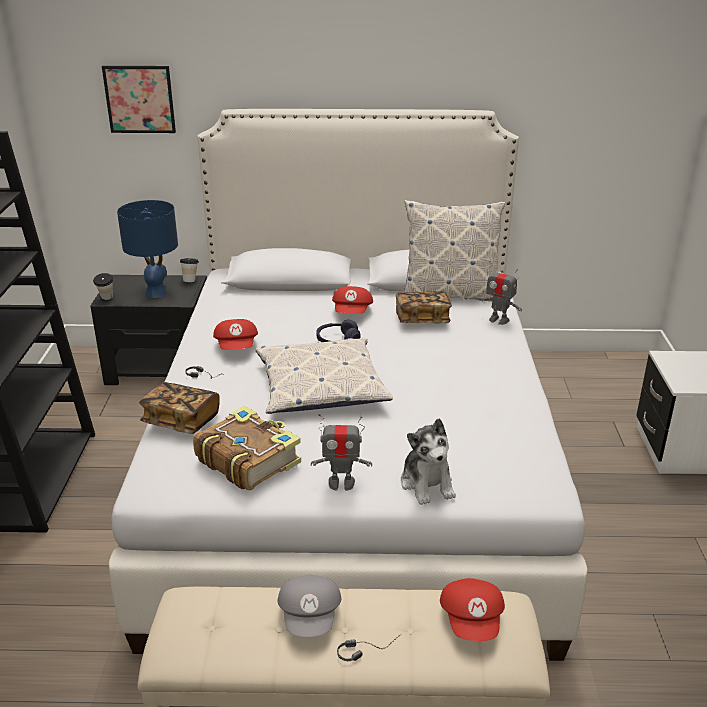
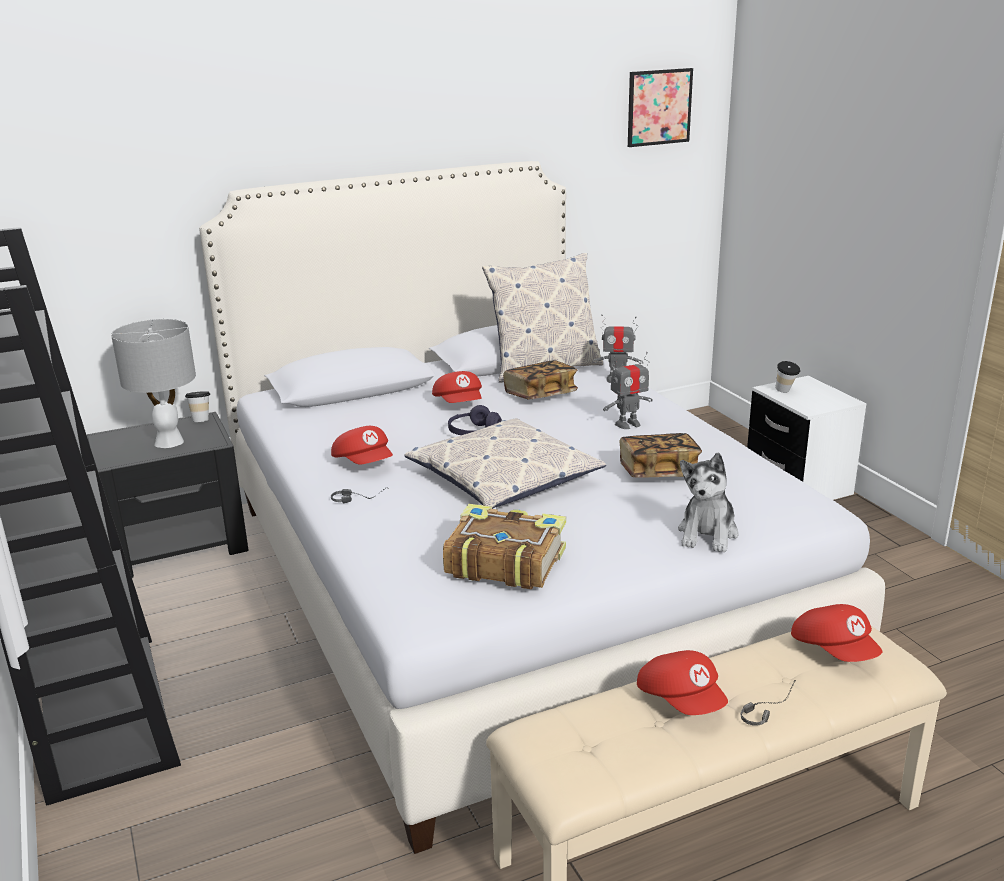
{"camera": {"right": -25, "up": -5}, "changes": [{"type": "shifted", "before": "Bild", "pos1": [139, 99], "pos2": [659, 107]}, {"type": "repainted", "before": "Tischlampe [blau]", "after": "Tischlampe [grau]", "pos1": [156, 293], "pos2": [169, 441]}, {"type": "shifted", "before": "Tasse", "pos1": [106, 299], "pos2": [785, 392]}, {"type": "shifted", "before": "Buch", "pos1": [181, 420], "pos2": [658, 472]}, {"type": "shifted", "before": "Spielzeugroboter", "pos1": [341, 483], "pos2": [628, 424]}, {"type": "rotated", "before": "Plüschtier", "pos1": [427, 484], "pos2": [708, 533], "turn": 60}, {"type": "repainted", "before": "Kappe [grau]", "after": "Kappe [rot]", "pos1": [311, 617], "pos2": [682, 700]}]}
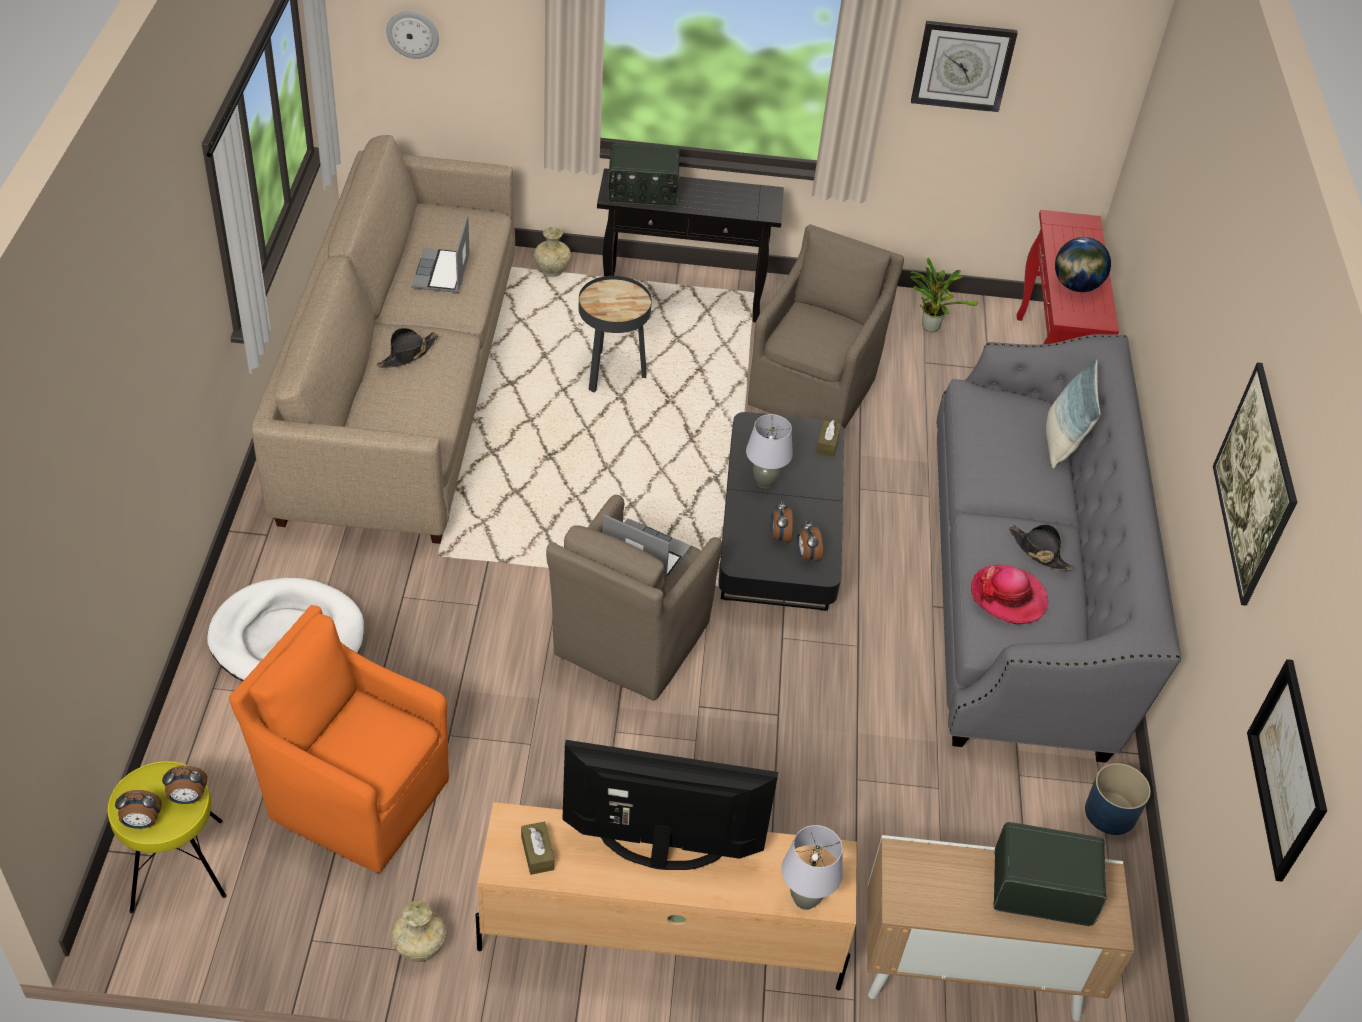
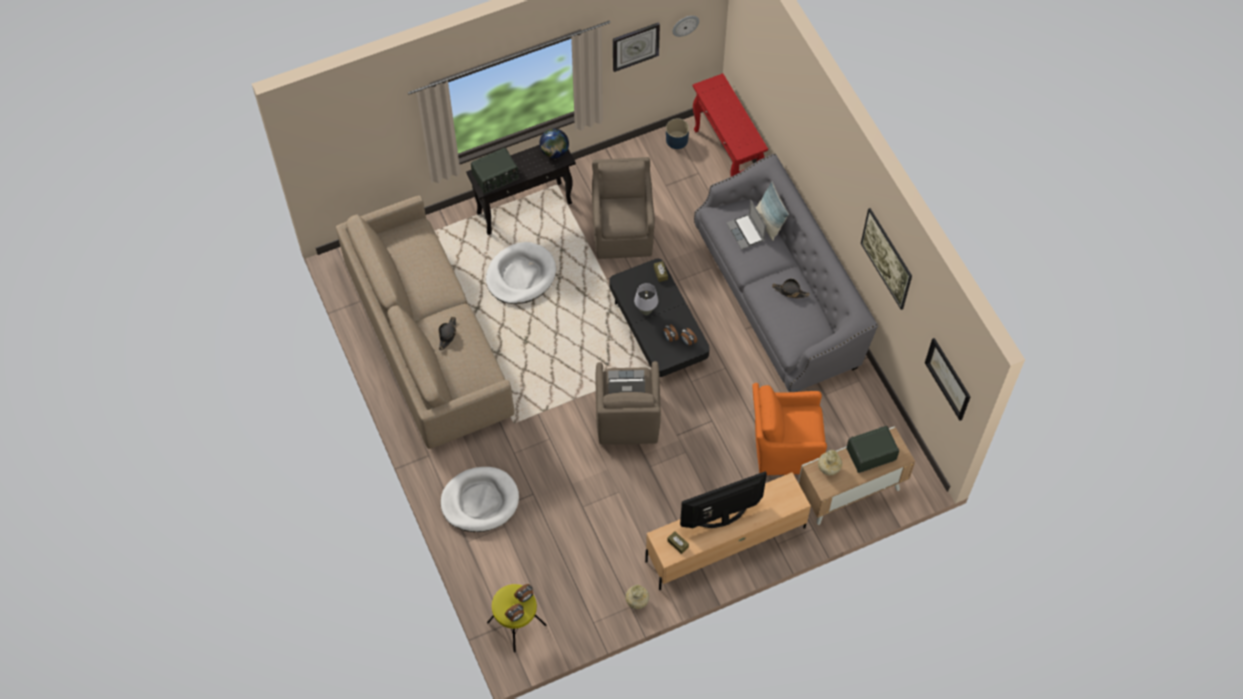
{"camera": {"right": -25, "up": 15}, "changes": [{"type": "shifted", "before": "Wanduhr", "pos1": [413, 34], "pos2": [685, 25]}, {"type": "shifted", "before": "Laptop", "pos1": [442, 273], "pos2": [746, 232]}, {"type": "shifted", "before": "Vase [beige]", "pos1": [552, 271], "pos2": [828, 469]}, {"type": "shifted", "before": "Globus", "pos1": [1076, 286], "pos2": [554, 152]}, {"type": "gone", "before": "Topfpflanze", "pos1": [929, 325]}, {"type": "swapped", "before": "Beistelltisch [schwarz]", "after": "Hundebett [weiß]", "pos1": [611, 373], "pos2": [520, 275]}, {"type": "gone", "before": "Hut", "pos1": [1008, 597]}, {"type": "shifted", "before": "Sessel [orange]", "pos1": [354, 795], "pos2": [784, 447]}, {"type": "shifted", "before": "Pflanzkübel [blau]", "pos1": [1110, 813], "pos2": [677, 140]}, {"type": "gone", "before": "Tischlampe [grau]", "pos1": [804, 900]}]}
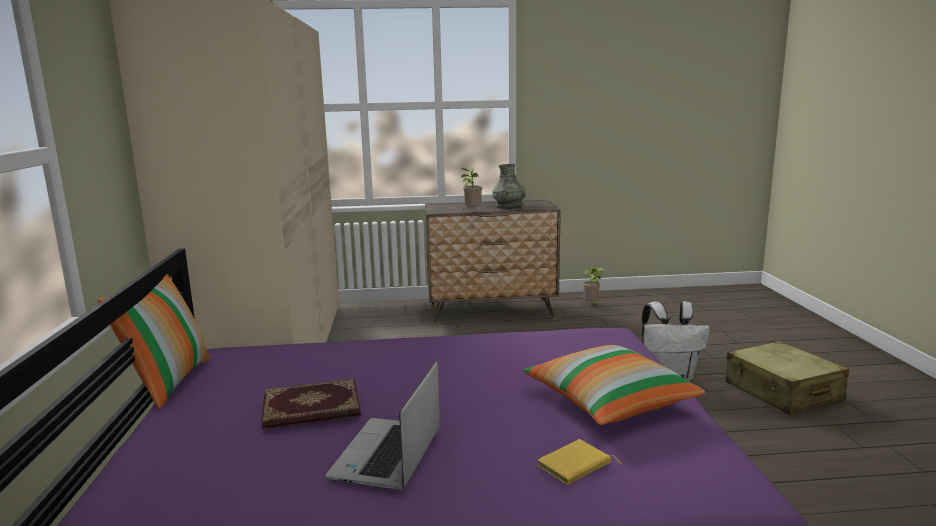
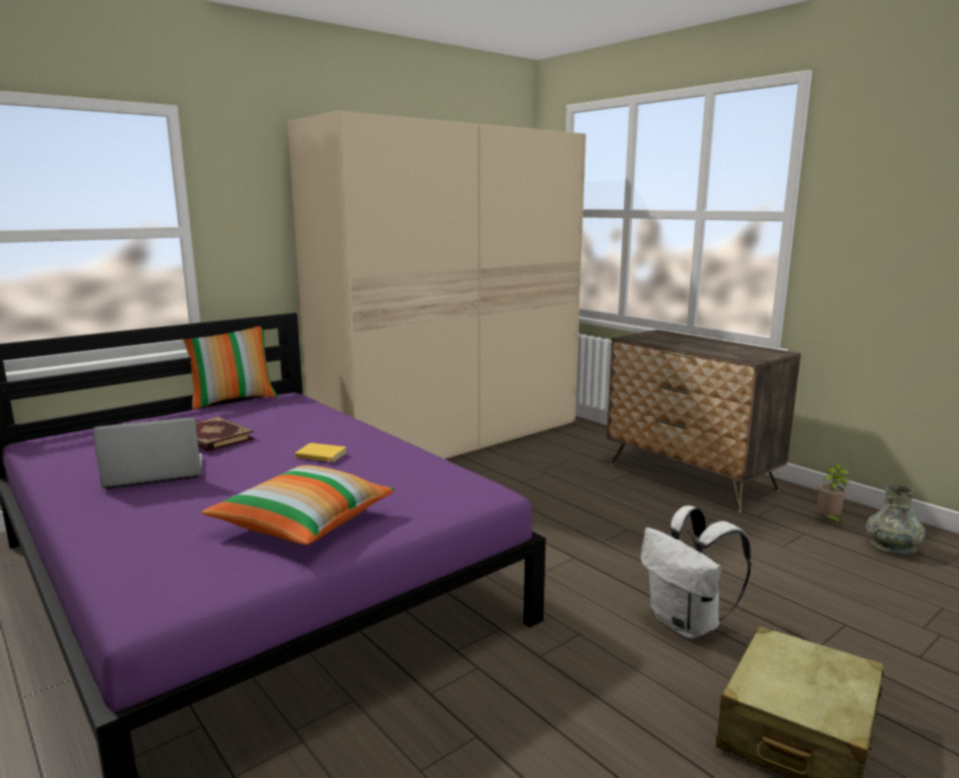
{"camera": {"right": 55, "up": 0}, "changes": [{"type": "shifted", "before": "Vase [grau]", "pos1": [509, 206], "pos2": [892, 547]}, {"type": "gone", "before": "Topfpflanze", "pos1": [472, 211]}, {"type": "shifted", "before": "Buch [gelb]", "pos1": [575, 466], "pos2": [320, 456]}]}
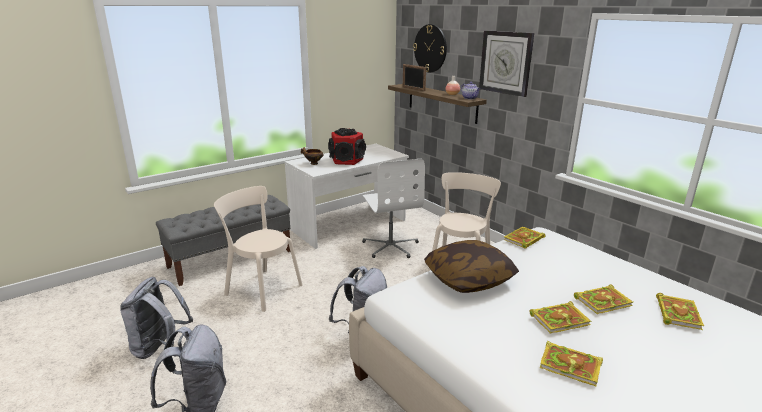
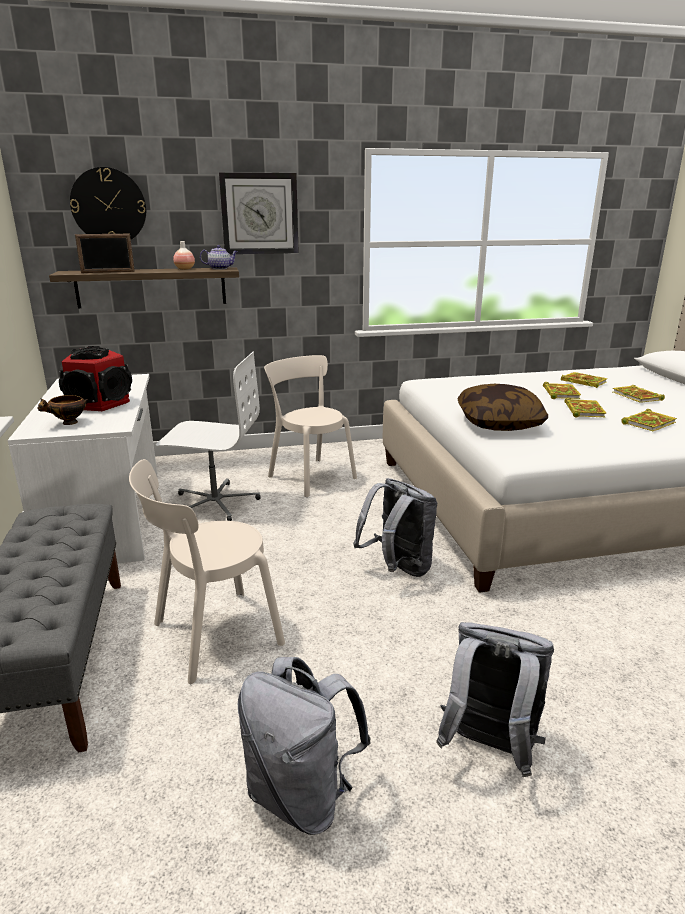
{"camera": {"right": -65, "up": 0}, "changes": [{"type": "shifted", "before": "Buch", "pos1": [523, 240], "pos2": [638, 397]}]}
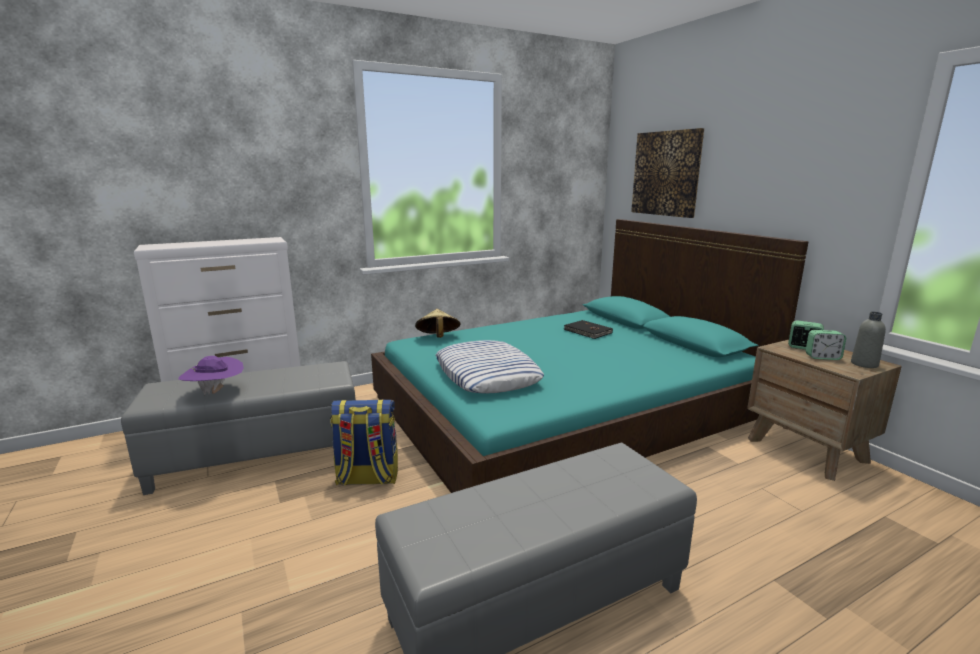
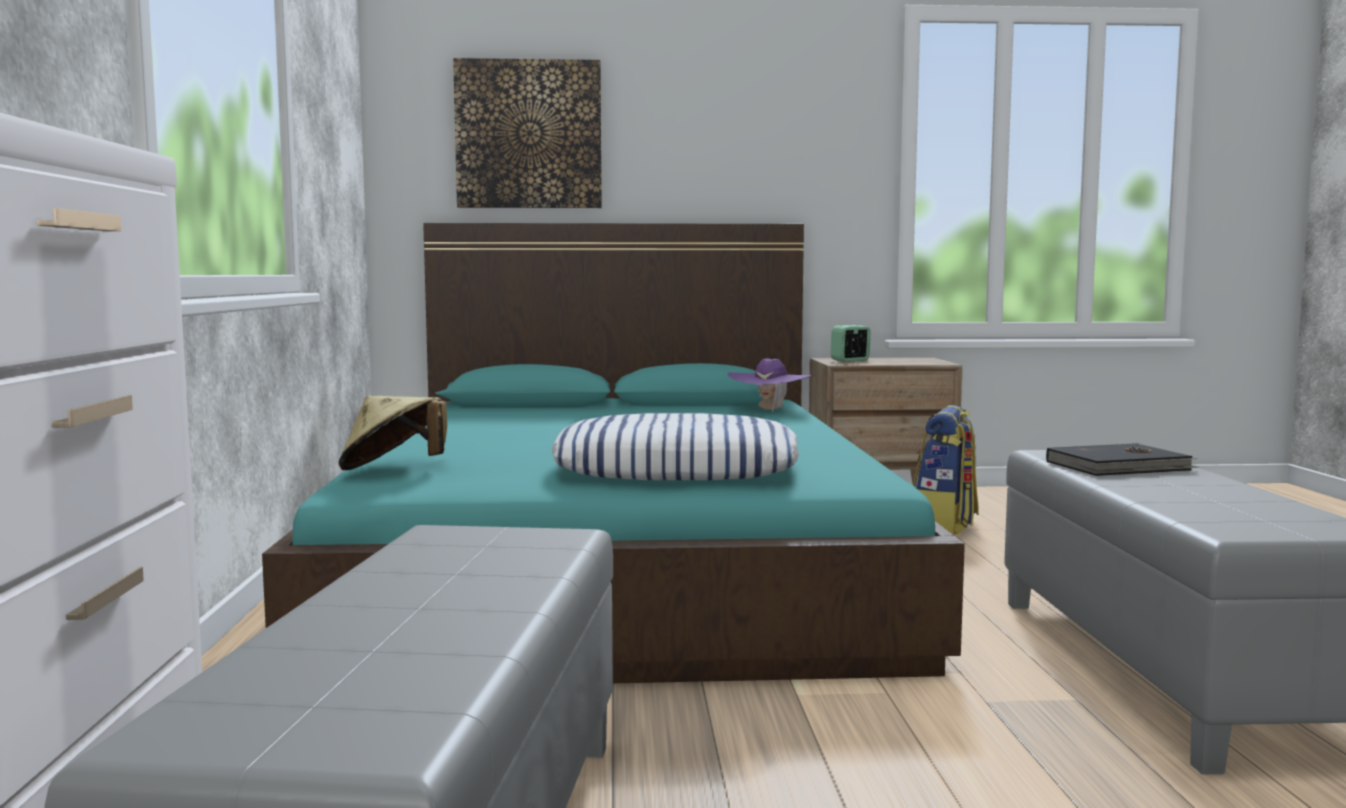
{"camera": {"right": -65, "up": -10}, "changes": [{"type": "gone", "before": "Flasche [grau]", "pos1": [864, 364]}, {"type": "shifted", "before": "Buch [schwarz]", "pos1": [587, 331], "pos2": [1120, 466]}, {"type": "gone", "before": "Wecker", "pos1": [822, 357]}, {"type": "shifted", "before": "Hut [lila]", "pos1": [216, 393], "pos2": [769, 410]}, {"type": "shifted", "before": "Rucksack", "pos1": [367, 478], "pos2": [945, 526]}]}
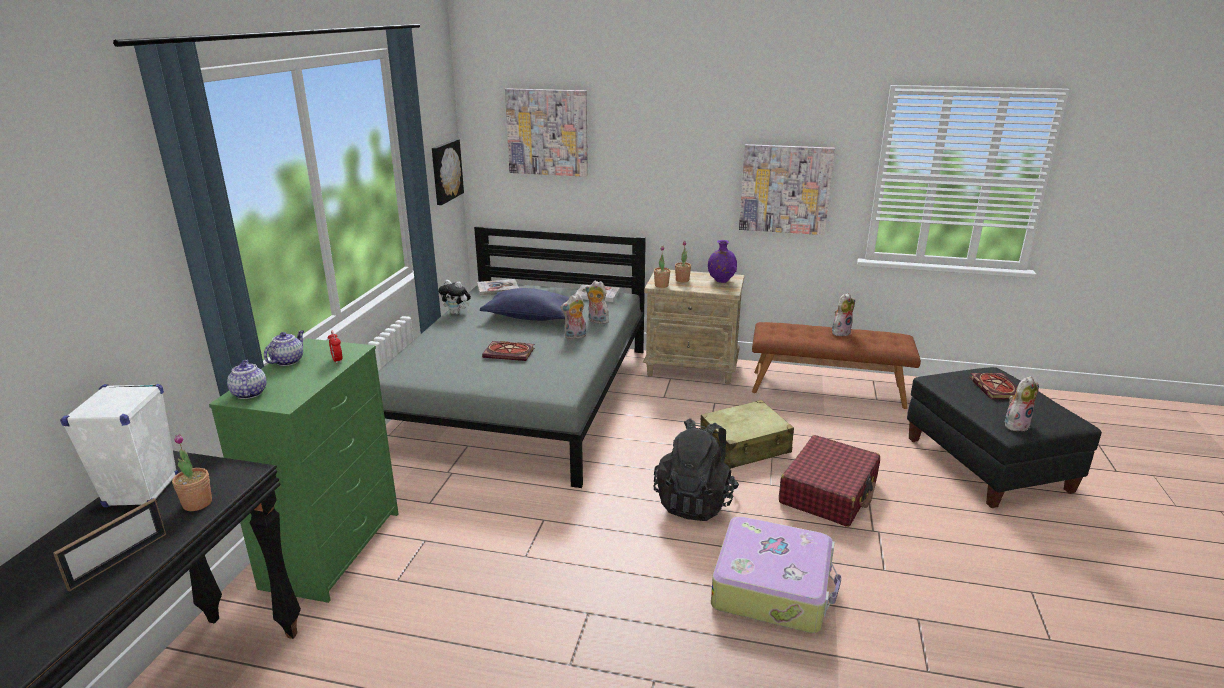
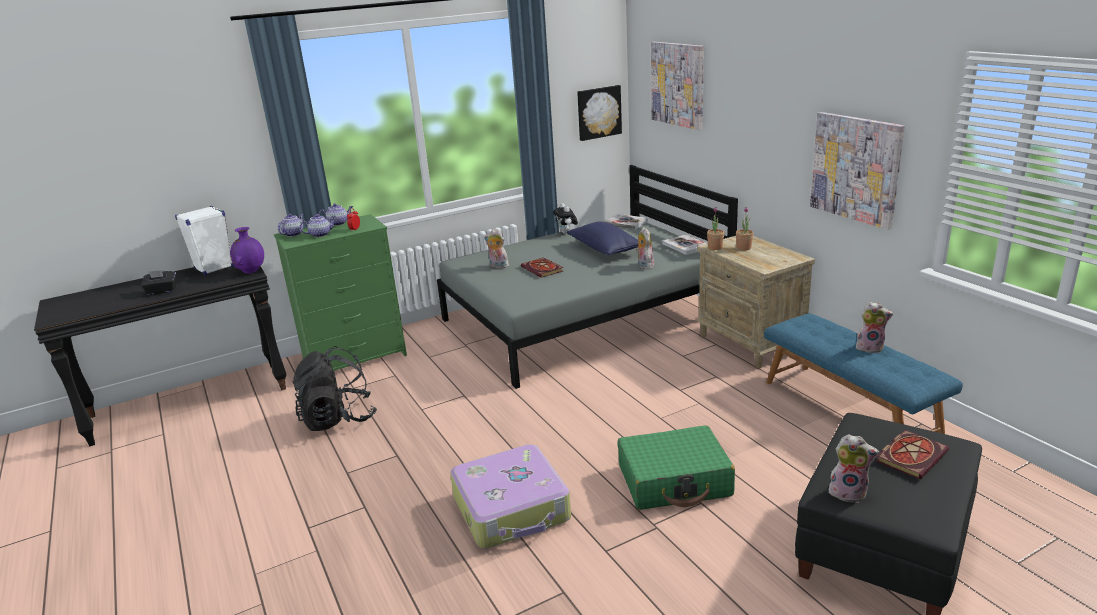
{"camera": {"right": 50, "up": 0}, "changes": [{"type": "shifted", "before": "Vase [lila]", "pos1": [721, 281], "pos2": [251, 271]}, {"type": "shifted", "before": "Plüschtier", "pos1": [575, 337], "pos2": [498, 266]}, {"type": "repainted", "before": "Bank [braun]", "after": "Bank [blau]", "pos1": [827, 388], "pos2": [850, 409]}, {"type": "gone", "before": "Koffer [beige]", "pos1": [745, 446]}, {"type": "shifted", "before": "Rucksack [schwarz]", "pos1": [695, 502], "pos2": [338, 419]}, {"type": "gone", "before": "Topfpflanze", "pos1": [197, 503]}, {"type": "repainted", "before": "Koffer [rot]", "after": "Koffer [grün]", "pos1": [828, 492], "pos2": [674, 481]}, {"type": "swapped", "before": "Bilderrahmen", "after": "Taschentuchbox [schwarz]", "pos1": [119, 560], "pos2": [162, 291]}, {"type": "new", "after": "Teekanne", "pos2": [320, 234]}]}
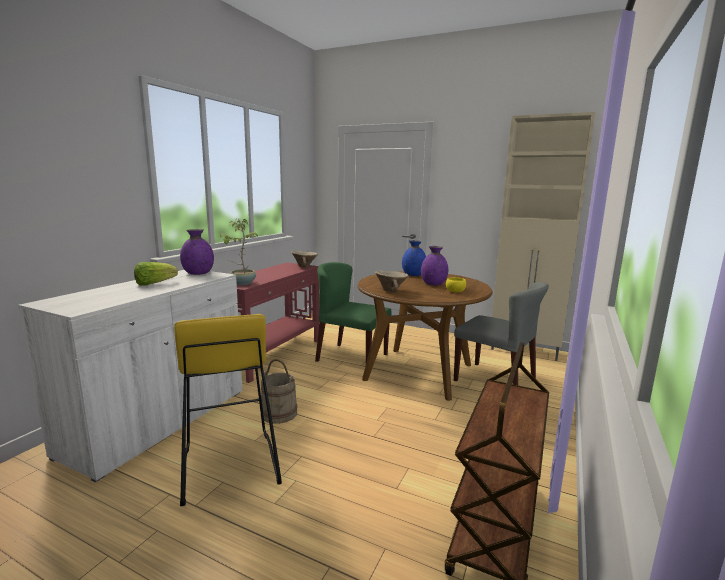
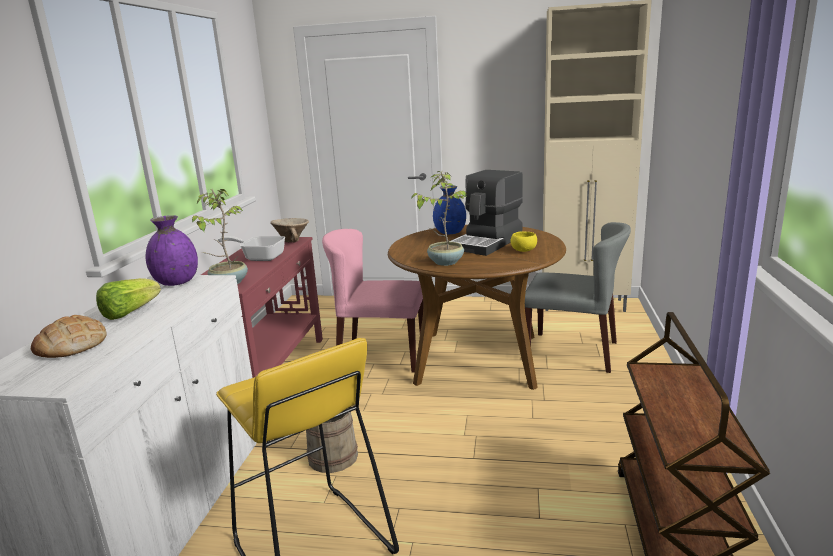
{"camera": {"right": -15, "up": 5}, "changes": [{"type": "swapped", "before": "Vase [lila]", "after": "Kaffeemaschine", "pos1": [433, 284], "pos2": [487, 243]}, {"type": "repainted", "before": "Stuhl [grün]", "after": "Stuhl [rosa]", "pos1": [351, 357], "pos2": [381, 356]}, {"type": "swapped", "before": "Schüssel [beige]", "after": "Topfpflanze", "pos1": [391, 291], "pos2": [445, 262]}, {"type": "new", "after": "Pfanne", "pos2": [260, 257]}, {"type": "new", "after": "Brot", "pos2": [71, 345]}]}
